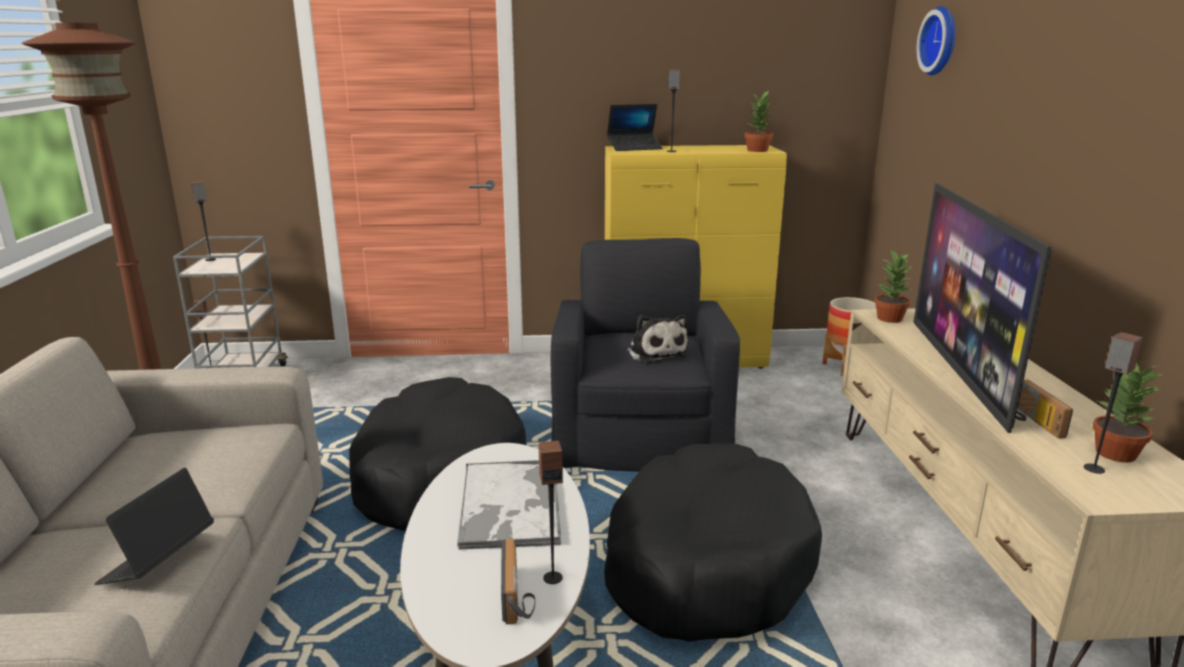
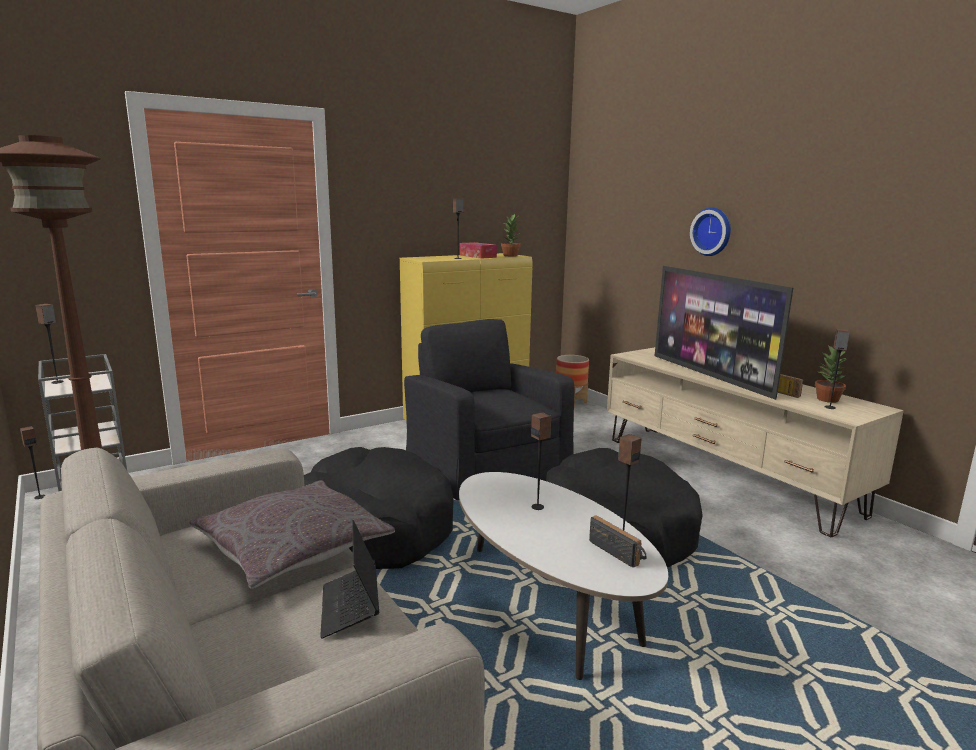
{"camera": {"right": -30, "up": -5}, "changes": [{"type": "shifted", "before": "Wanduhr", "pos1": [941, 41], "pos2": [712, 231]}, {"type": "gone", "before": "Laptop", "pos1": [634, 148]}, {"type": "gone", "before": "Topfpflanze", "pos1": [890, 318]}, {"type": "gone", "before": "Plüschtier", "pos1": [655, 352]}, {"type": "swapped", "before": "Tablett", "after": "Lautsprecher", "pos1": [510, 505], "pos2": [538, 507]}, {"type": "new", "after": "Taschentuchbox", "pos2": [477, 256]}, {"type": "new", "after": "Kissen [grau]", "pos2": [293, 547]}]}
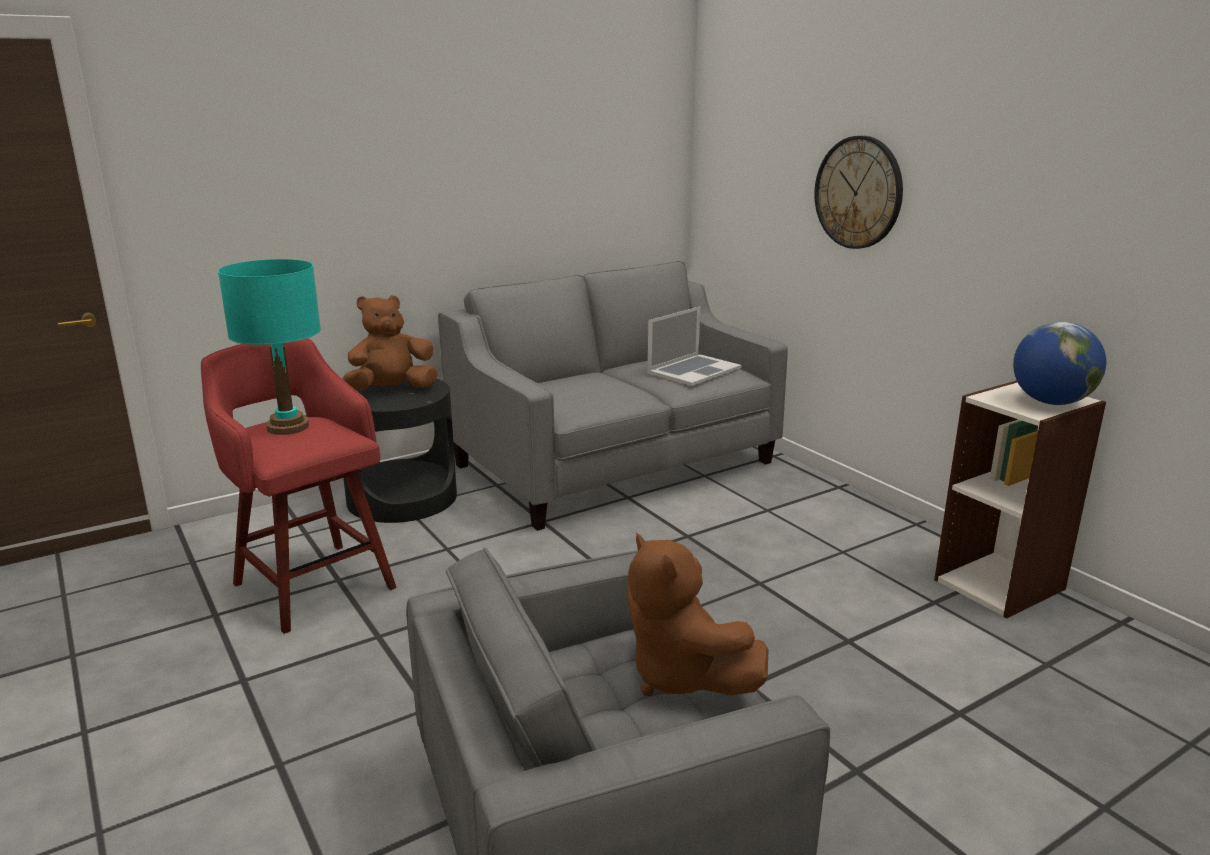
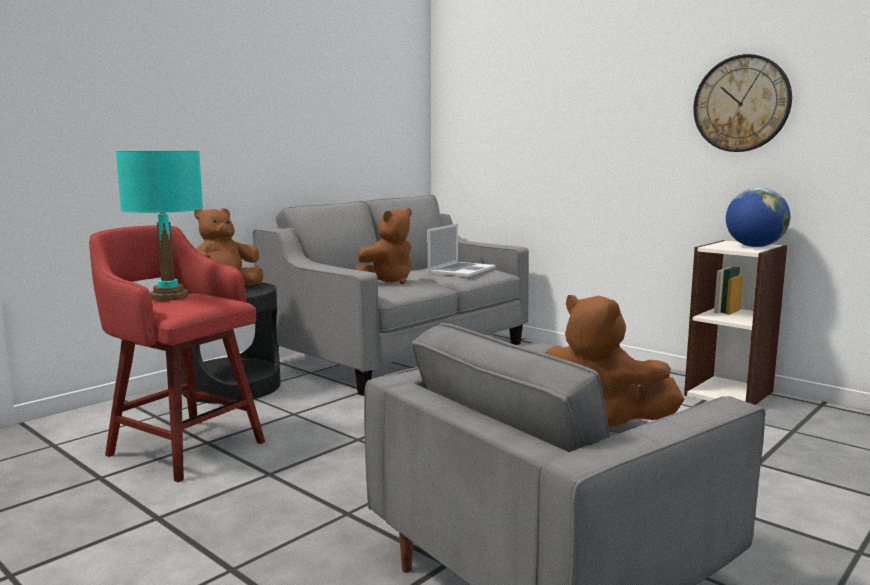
{"camera": {"right": -15, "up": -10}, "changes": [{"type": "shifted", "before": "Wanduhr", "pos1": [858, 192], "pos2": [741, 104]}, {"type": "new", "after": "Plüschtier [braun]", "pos2": [387, 281]}]}
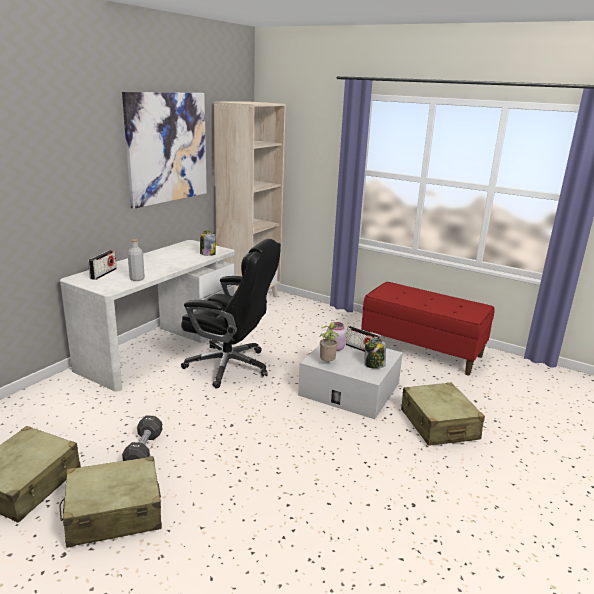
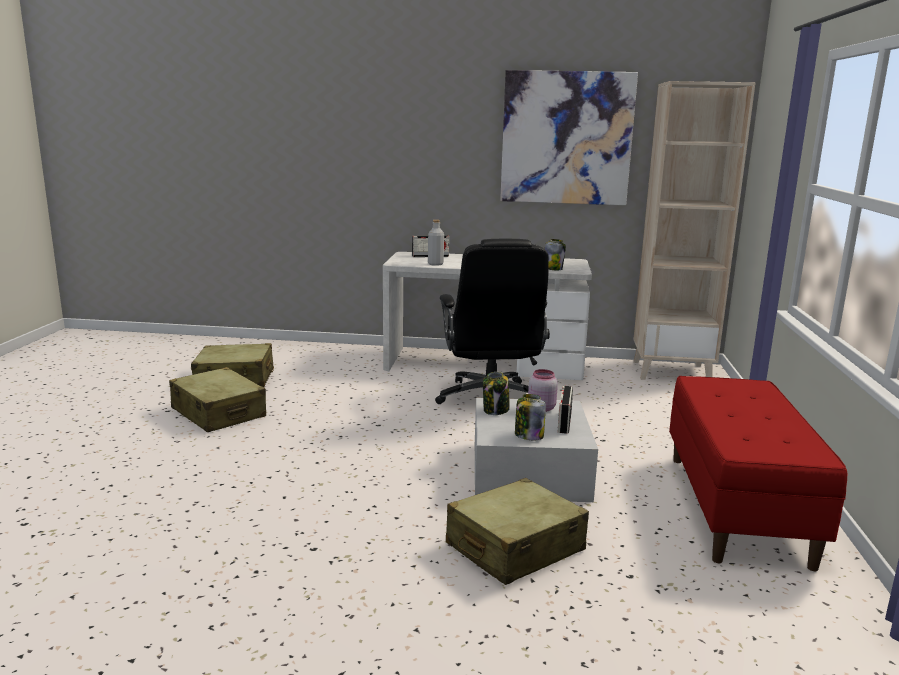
{"camera": {"right": 65, "up": -5}, "changes": [{"type": "swapped", "before": "Topfpflanze", "after": "Vorratsglas", "pos1": [327, 363], "pos2": [496, 410]}, {"type": "gone", "before": "Hantel [schwarz]", "pos1": [144, 450]}]}
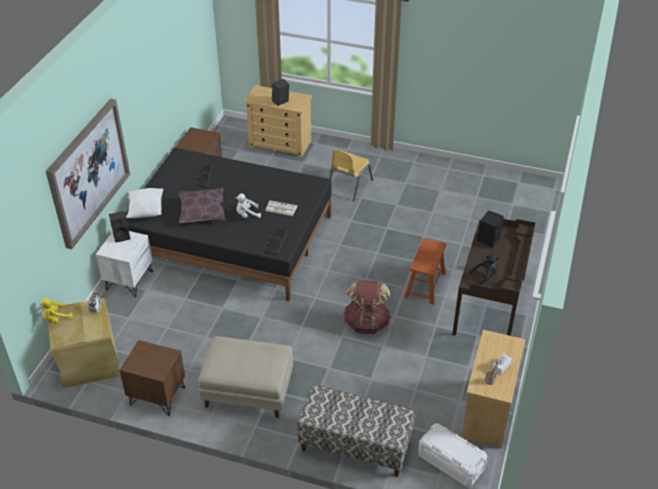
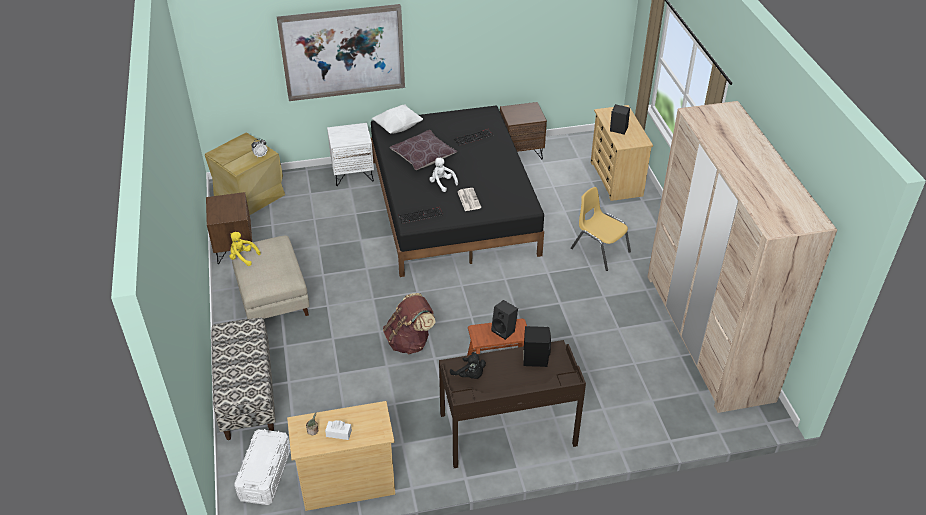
{"camera": {"right": 60, "up": 0}, "changes": [{"type": "rotated", "before": "Stuhl [gelb]", "pos1": [349, 185], "pos2": [600, 250], "turn": 45}, {"type": "shifted", "before": "Lautsprecher [schwarz]", "pos1": [122, 236], "pos2": [504, 330]}, {"type": "shifted", "before": "Plüschtier [gelb]", "pos1": [56, 318], "pos2": [243, 257]}, {"type": "new", "after": "Kleiderschrank [beige]", "pos2": [707, 335]}]}
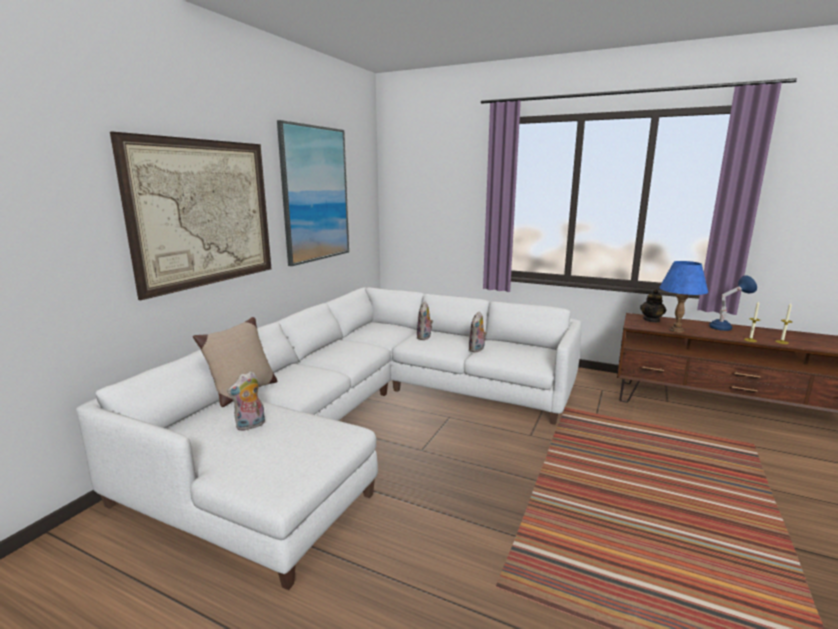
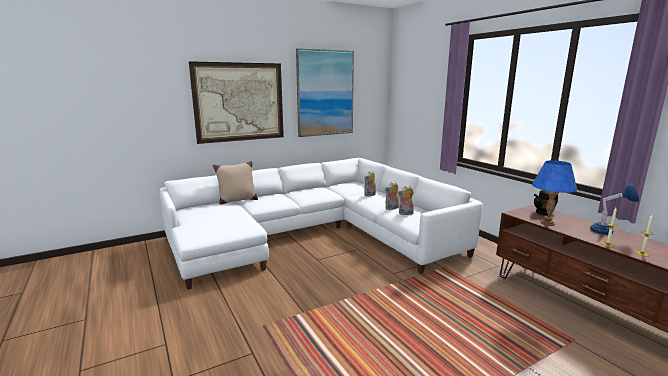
{"camera": {"right": 35, "up": 0}, "changes": [{"type": "shifted", "before": "Plüschtier", "pos1": [250, 426], "pos2": [405, 213]}]}
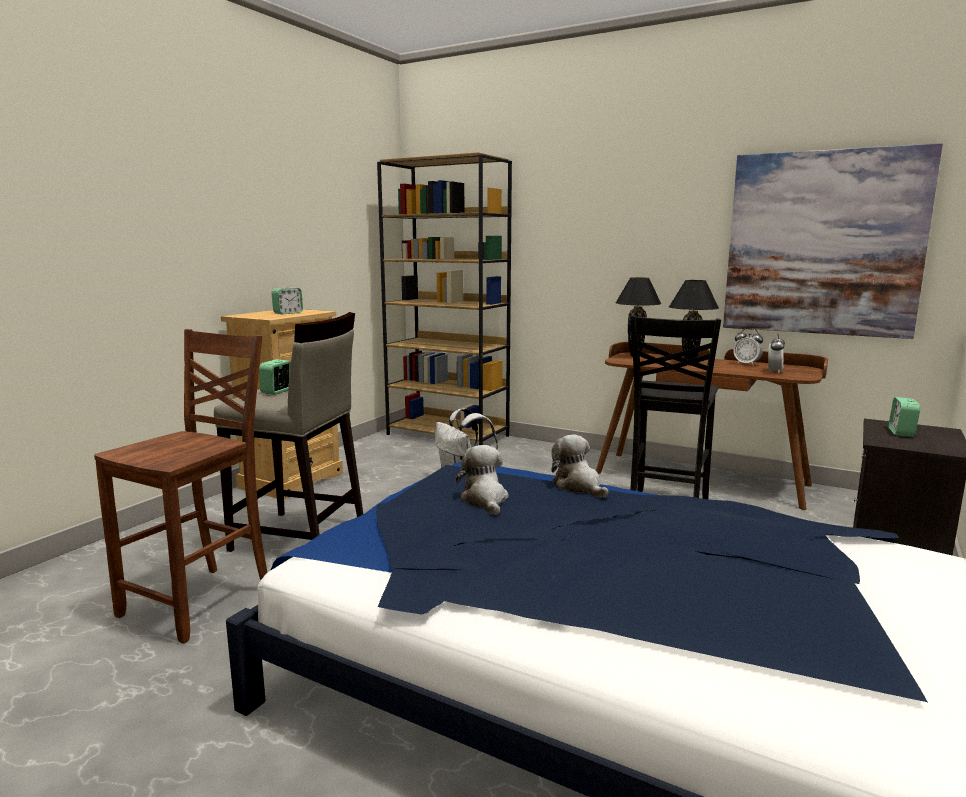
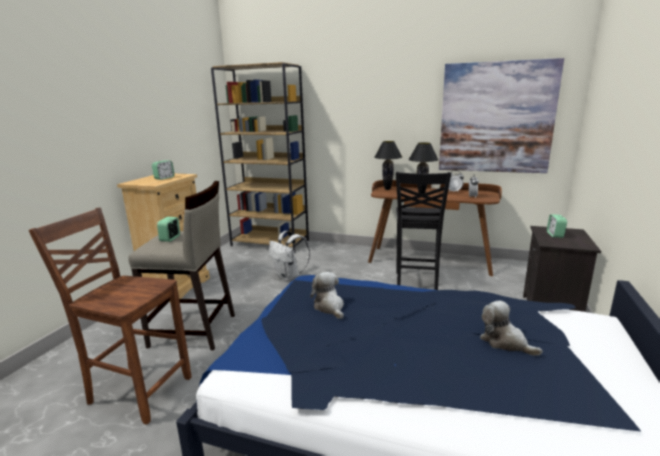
{"camera": {"right": -10, "up": 5}, "changes": [{"type": "rotated", "before": "Stuhl [braun]", "pos1": [201, 601], "pos2": [138, 390], "turn": -90}, {"type": "shifted", "before": "Plüschtier", "pos1": [578, 486], "pos2": [505, 342]}]}
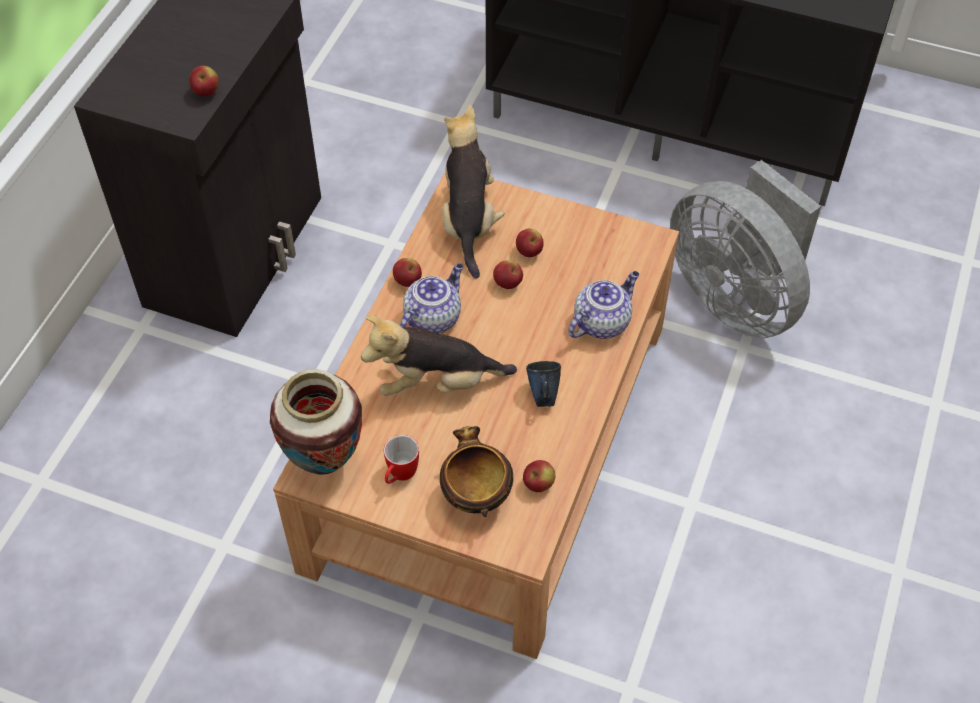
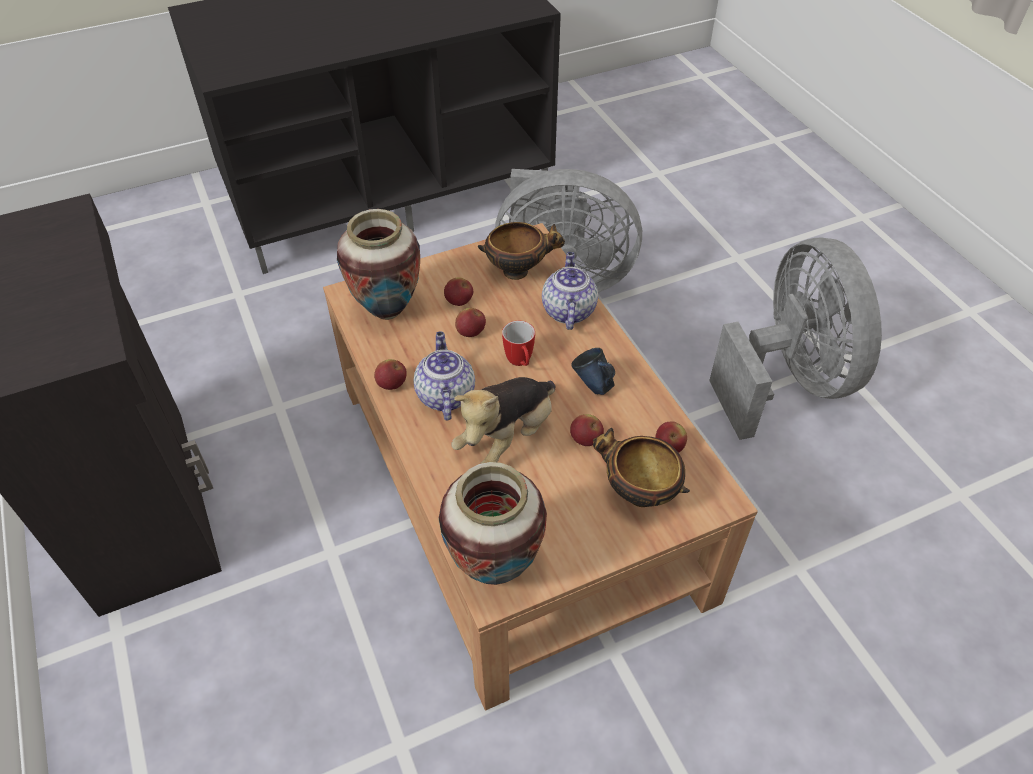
{"camera": {"right": -45, "up": -5}, "changes": [{"type": "shifted", "before": "Apfel", "pos1": [206, 92], "pos2": [585, 440]}, {"type": "swapped", "before": "Plüschtier", "after": "Vase", "pos1": [469, 221], "pos2": [387, 311]}, {"type": "shifted", "before": "Henkelbecher", "pos1": [399, 476], "pos2": [520, 363]}, {"type": "new", "after": "Schüssel", "pos2": [518, 271]}, {"type": "new", "after": "Ventilator [grau]", "pos2": [786, 380]}]}
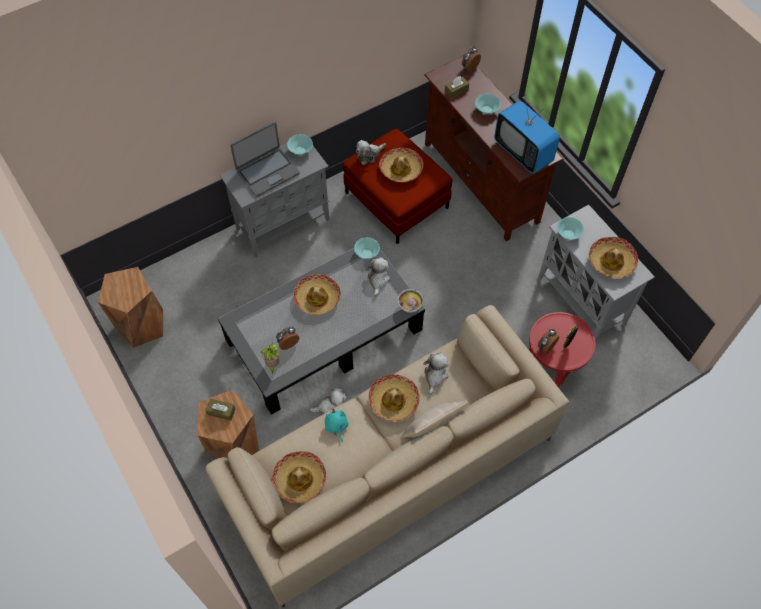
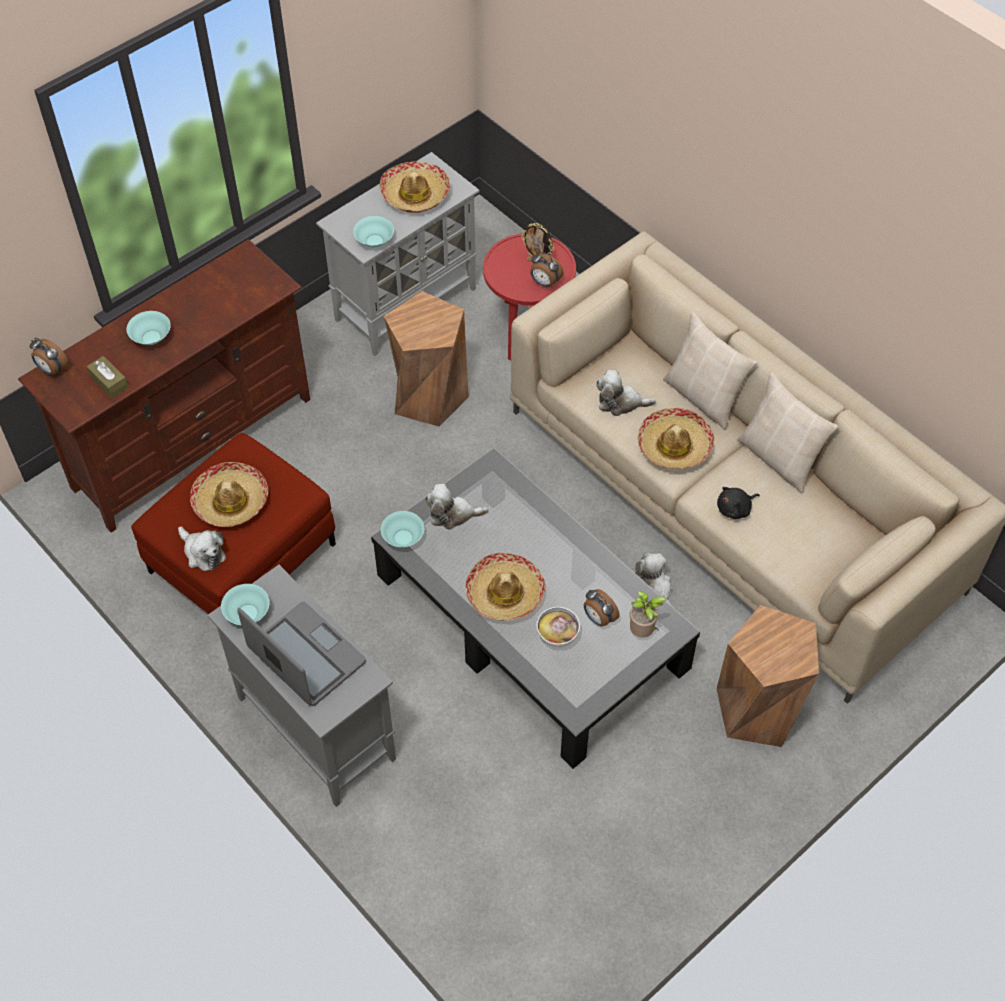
{"camera": {"right": -100, "up": -5}, "changes": [{"type": "gone", "before": "Fernseher", "pos1": [523, 152]}, {"type": "shifted", "before": "Hocker [braun]", "pos1": [141, 325], "pos2": [428, 396]}, {"type": "shifted", "before": "Schüssel", "pos1": [409, 306], "pos2": [557, 636]}, {"type": "gone", "before": "Taschentuchbox [braun]", "pos1": [221, 411]}, {"type": "repainted", "before": "Plüschtier [türkis]", "after": "Plüschtier [schwarz]", "pos1": [336, 426], "pos2": [735, 509]}, {"type": "gone", "before": "Hut", "pos1": [299, 479]}, {"type": "new", "after": "Kissen [beige]", "pos2": [779, 459]}]}
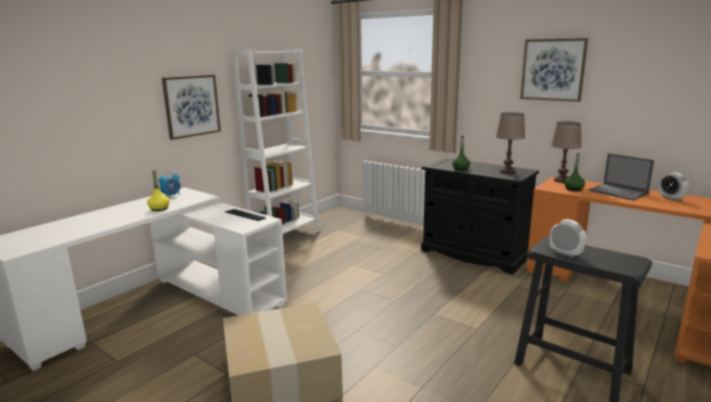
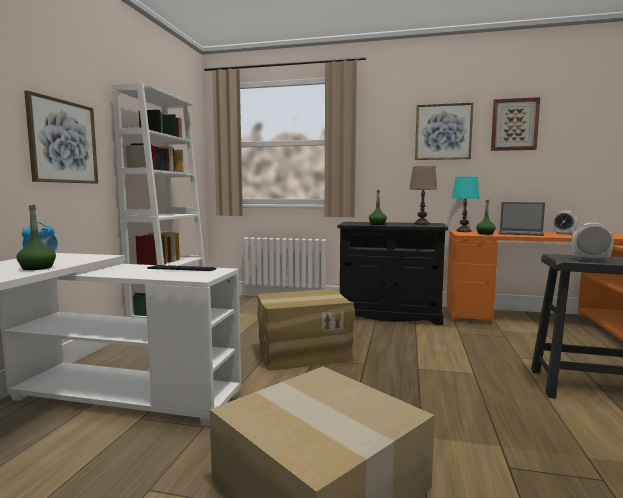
{"camera": {"right": -25, "up": -10}, "changes": [{"type": "repainted", "before": "Tischlampe [braun]", "after": "Tischlampe [türkis]", "pos1": [561, 180], "pos2": [463, 231]}, {"type": "repainted", "before": "Flasche [gelb]", "after": "Flasche [grün]", "pos1": [159, 208], "pos2": [37, 268]}, {"type": "new", "after": "Bild", "pos2": [514, 124]}, {"type": "new", "after": "Karton", "pos2": [303, 353]}]}
